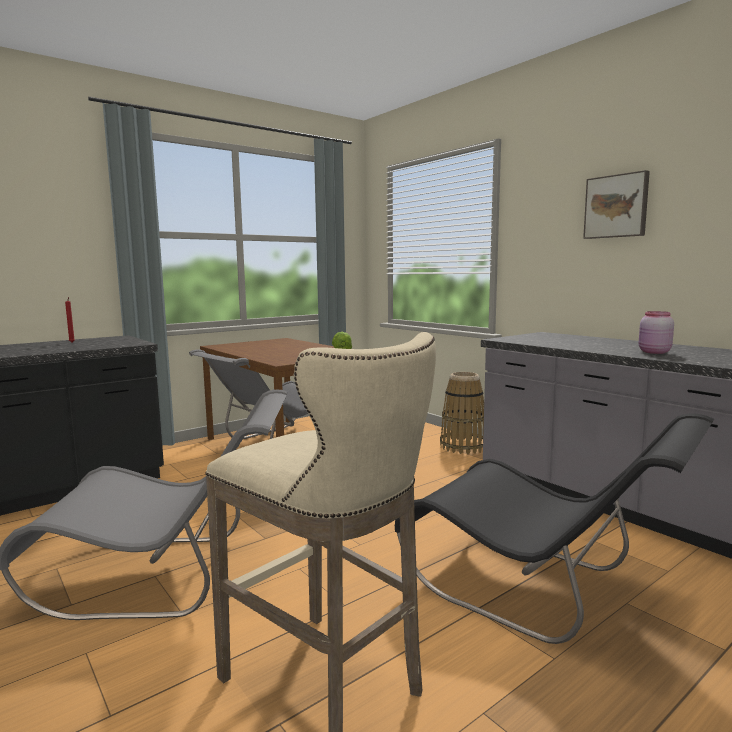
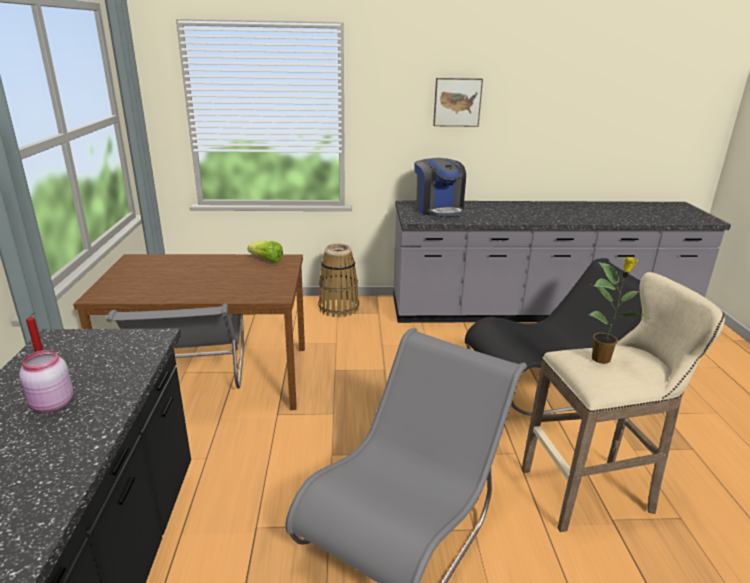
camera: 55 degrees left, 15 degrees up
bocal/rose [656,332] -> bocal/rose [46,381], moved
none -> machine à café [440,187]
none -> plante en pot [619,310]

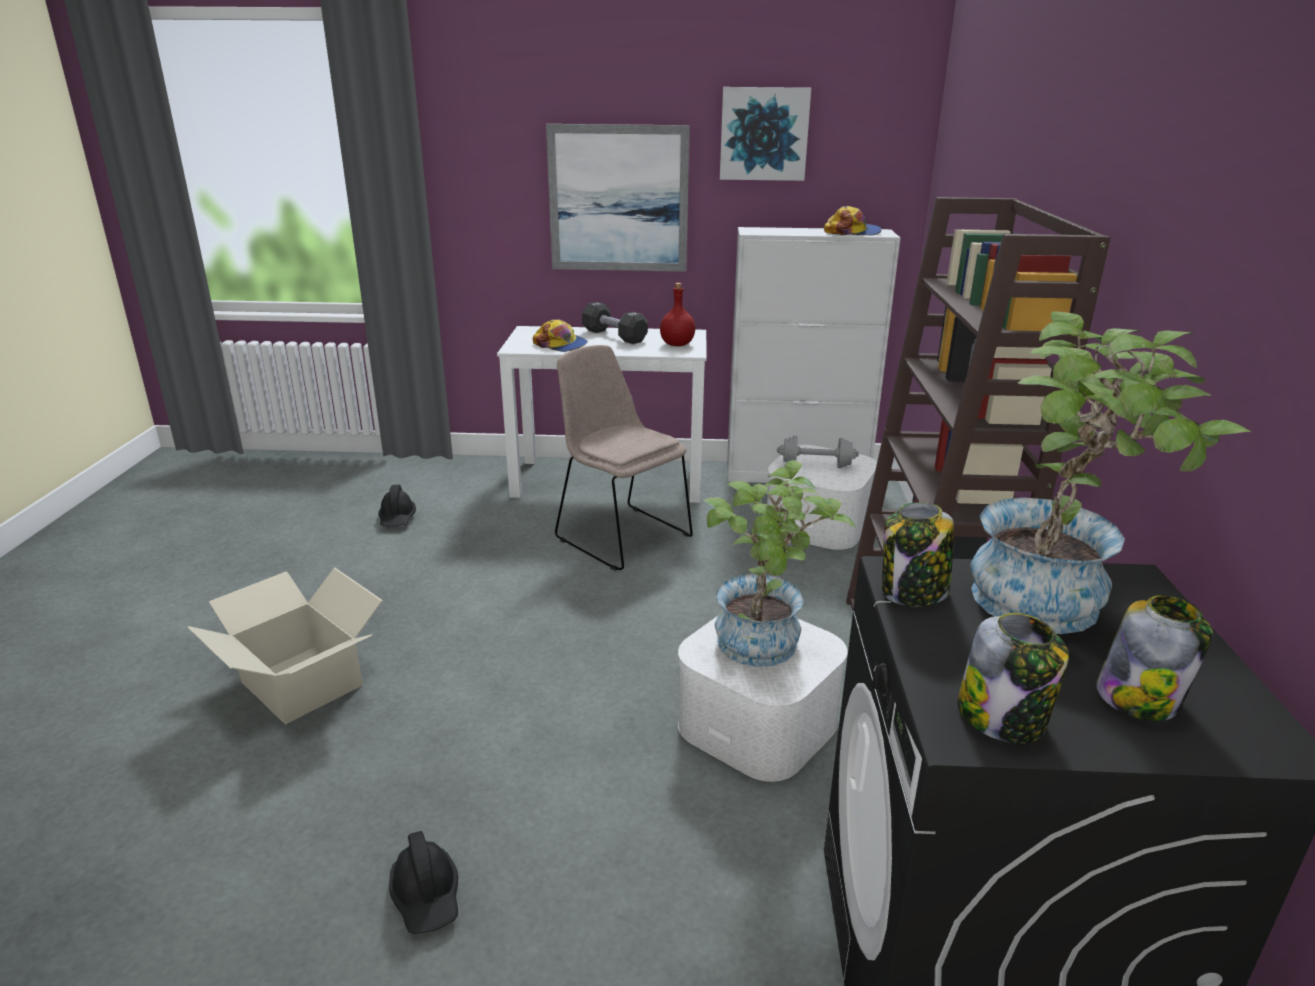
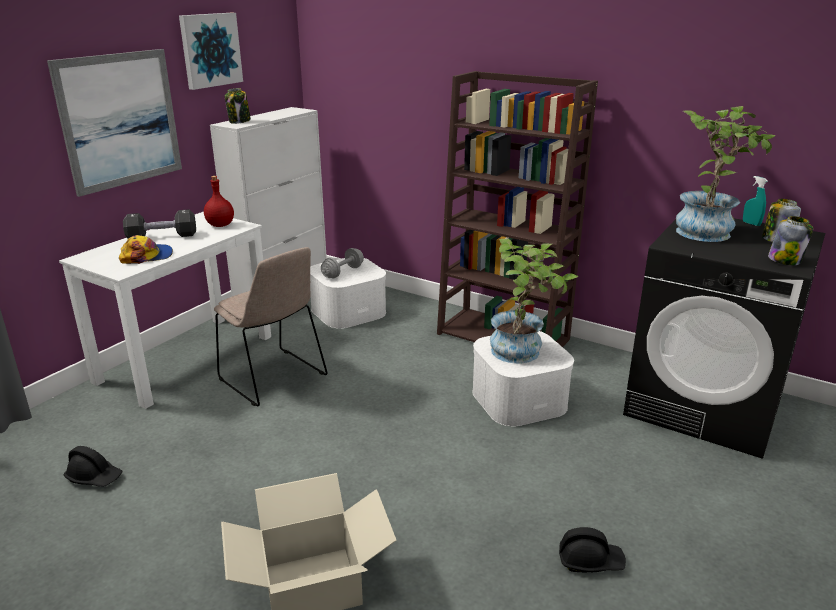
camera: 60 degrees left, 0 degrees up
casquette [852,221] -> none
chaise/beige [624,458] -> chaise/beige [271,326], 120 degrees counterclockwise
bocal [918,554] -> bocal [238,106], moved
none -> vaporisateur/turquoise [755,201]

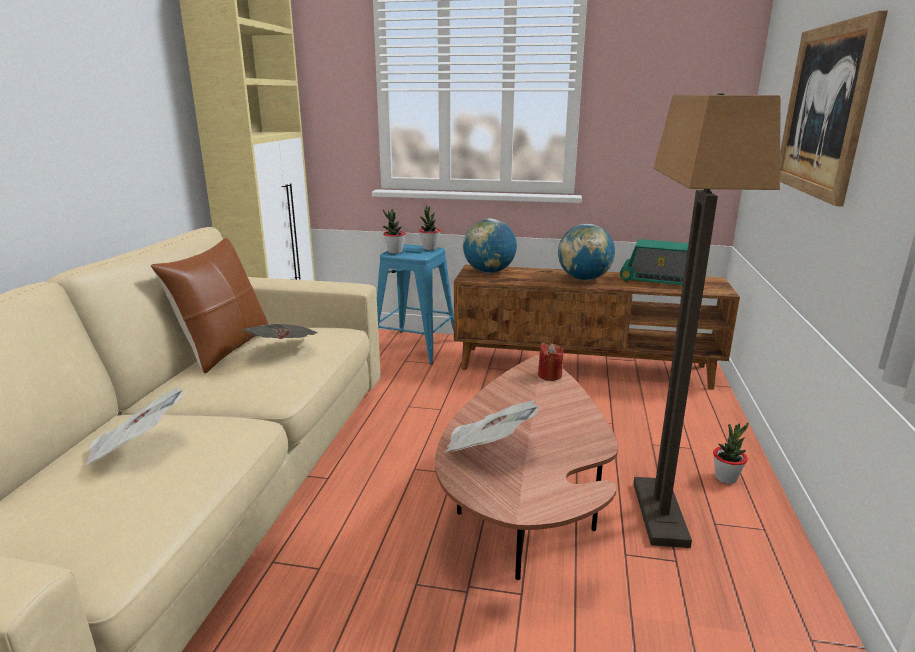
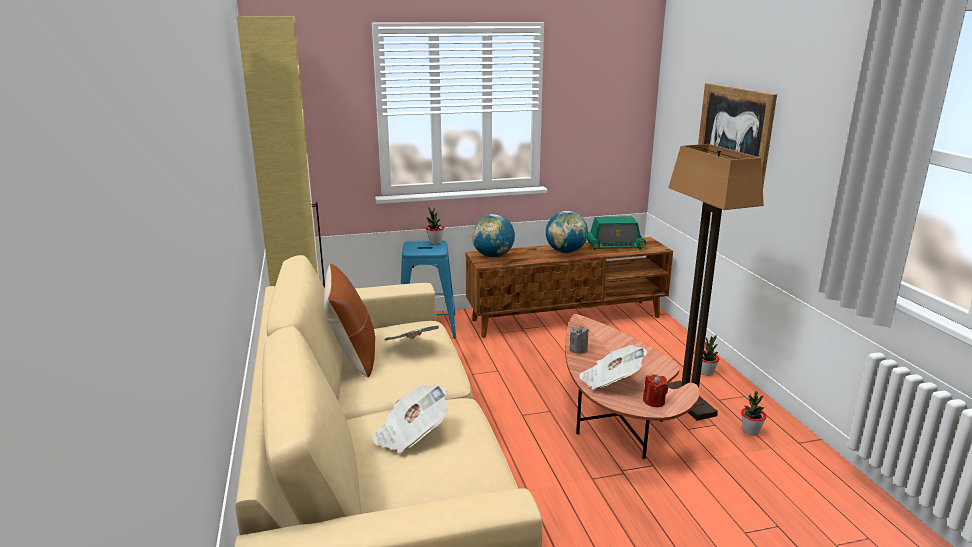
camera: 25 degrees left, 0 degrees up
plante en pot [394,231] -> plante en pot [754,413], moved
bougie/rouge [550,362] -> bougie/rouge [655,390], moved
none -> bougie/gris [579,339]

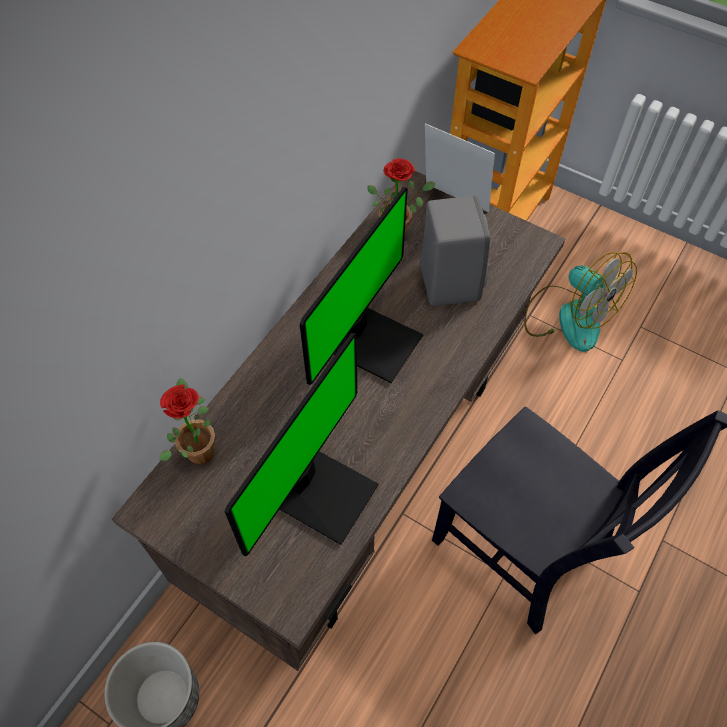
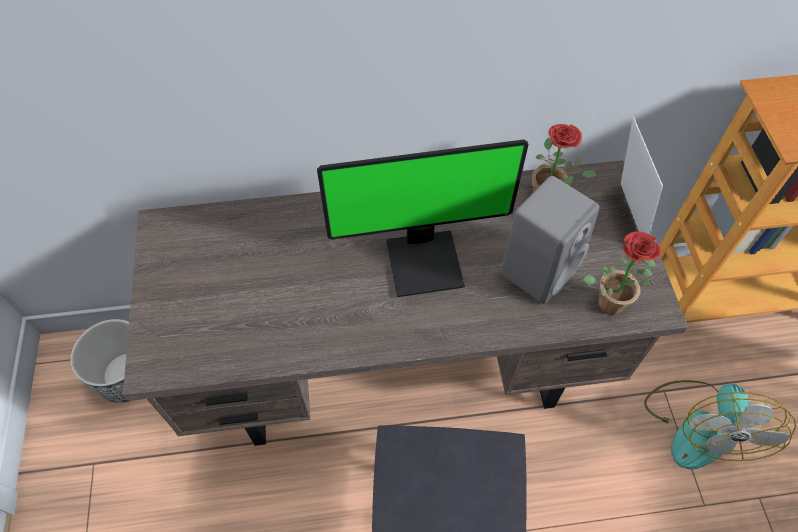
camera: 50 degrees right, 0 degrees up
écran d'ordinateur [301,445] -> none
plante en pot [187,421] -> plante en pot [622,273], moved

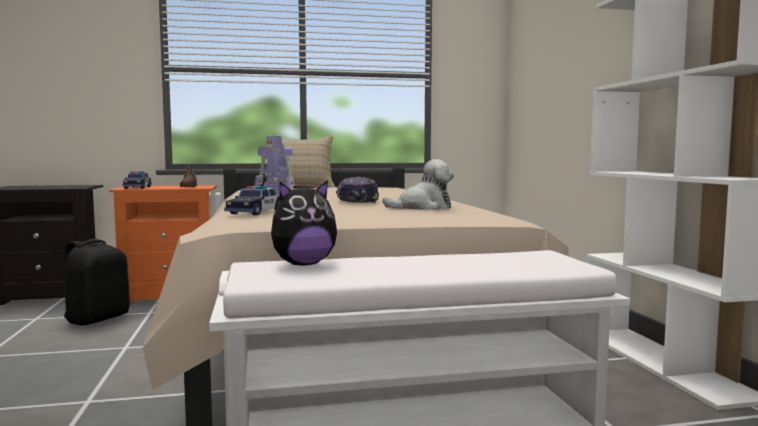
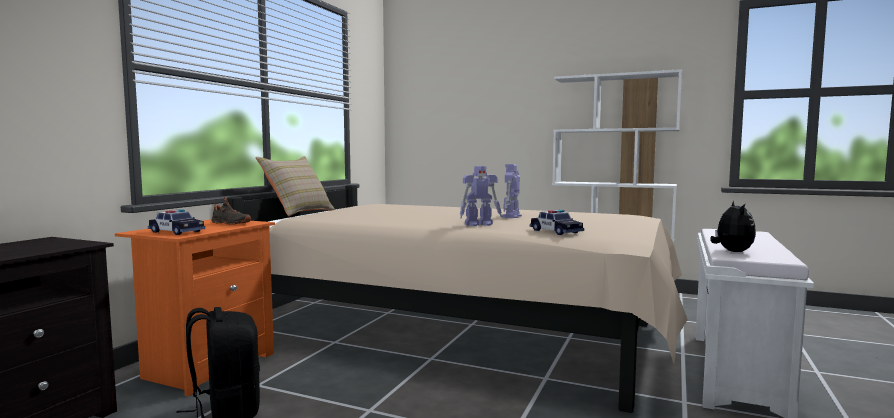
camera: 55 degrees left, 0 degrees up
peluche [418,184] -> none
casquette [357,189] -> robot jouet [511,191]

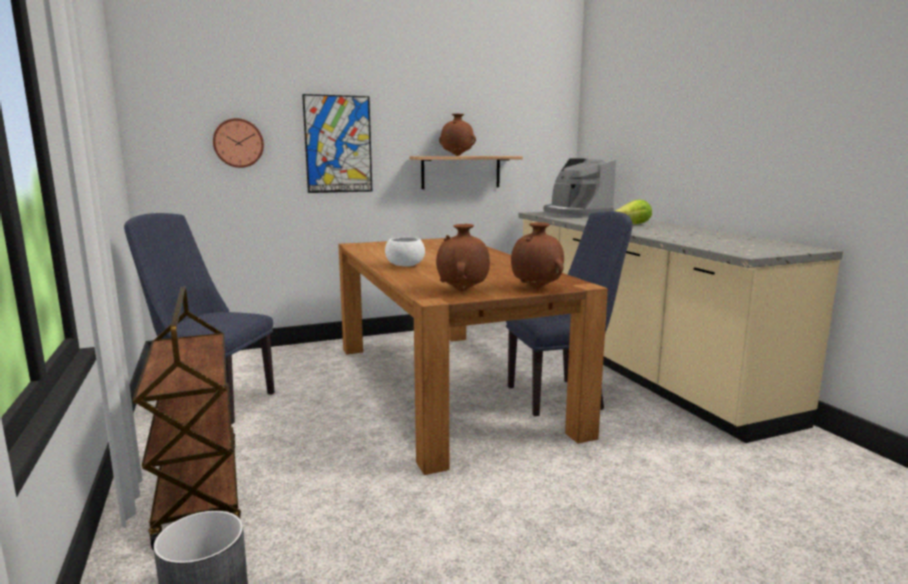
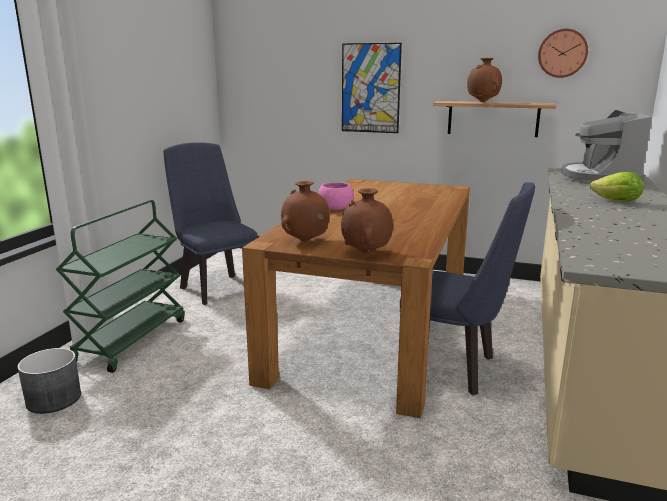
camera: 40 degrees right, 5 degrees up
horloge murale [238,143] -> horloge murale [563,53], moved
bol/blanc [405,252] -> bol/rose [336,196]
chariot/marron [187,418] -> chariot/vert [120,286]

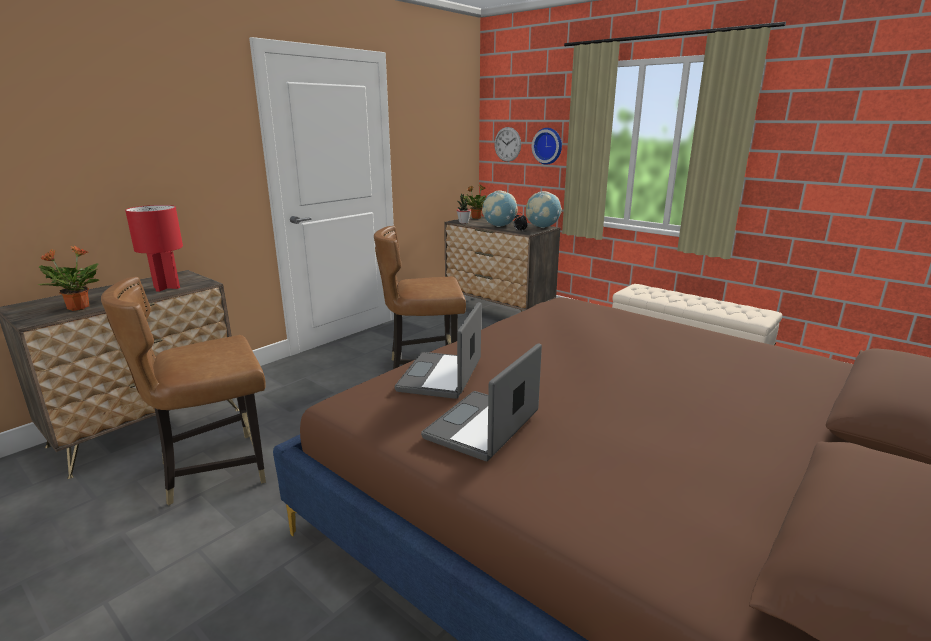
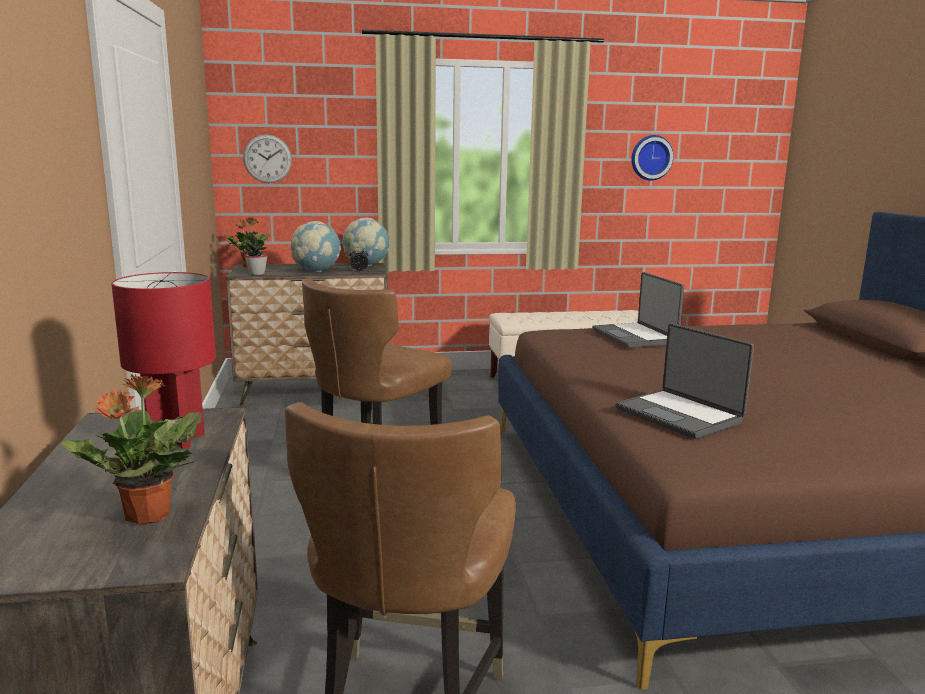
camera: 50 degrees left, 5 degrees down
horloge murale [547,146] -> horloge murale [652,158], moved
ordinateur portable [481,402] -> ordinateur portable [638,310], moved

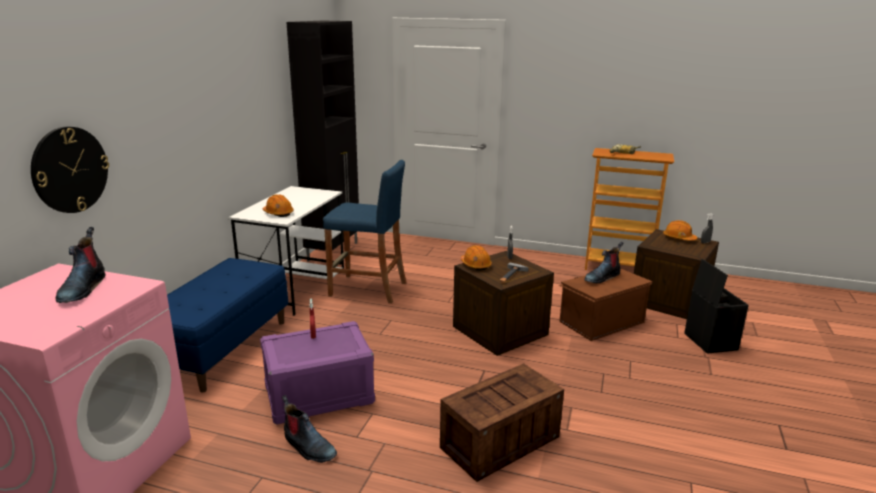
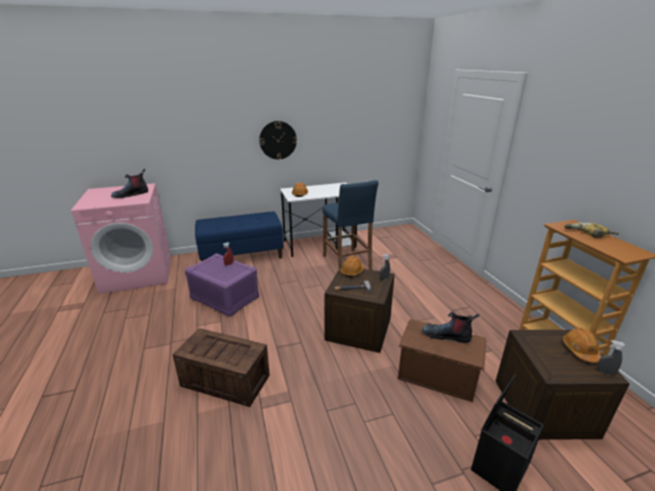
camera: 55 degrees right, 5 degrees up
meuble de rangement/noir [322,141] -> none
horloge murale [70,170] -> horloge murale [278,140], moved
botte [309,429] -> none

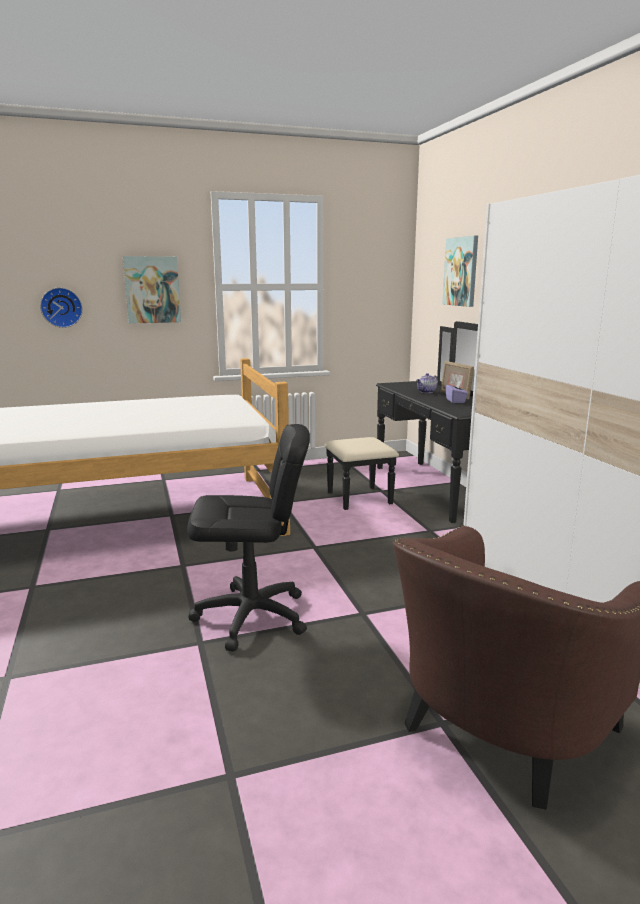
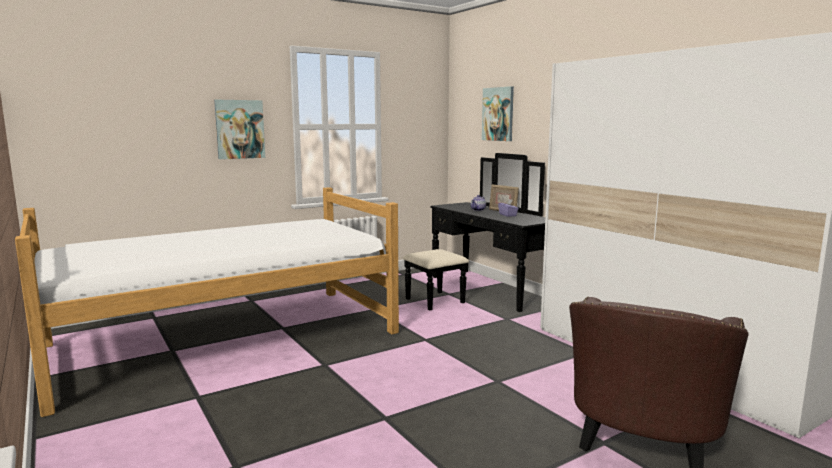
camera: 15 degrees left, 5 degrees down
horloge murale [61,308] -> none
chaise de bureau/noir [248,538] -> none

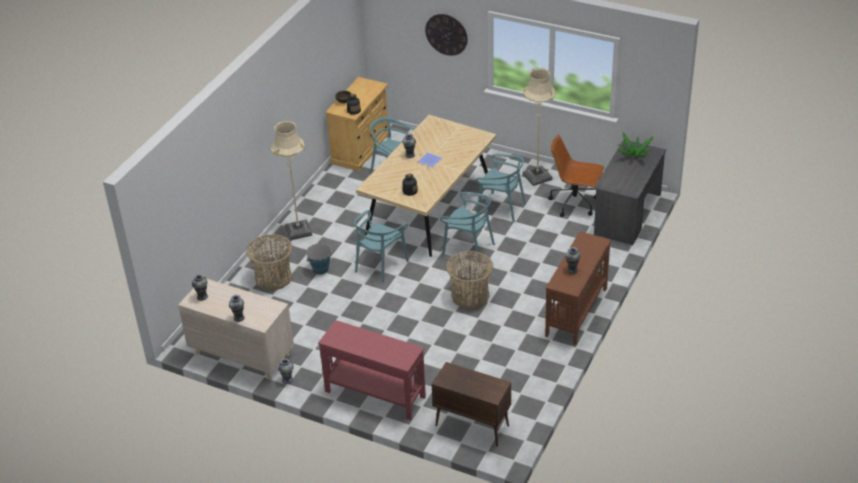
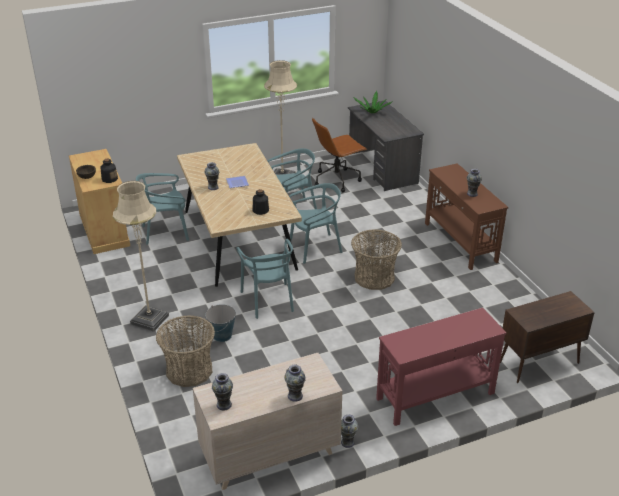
camera: 50 degrees left, 5 degrees down
horloge murale [446,35] -> none

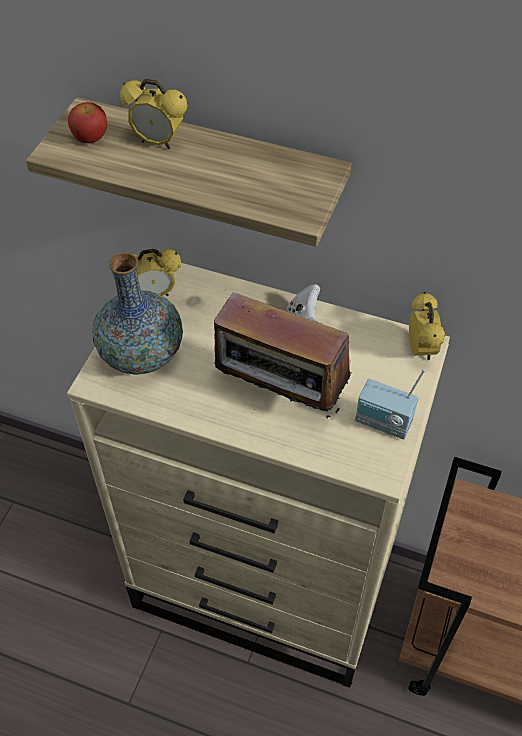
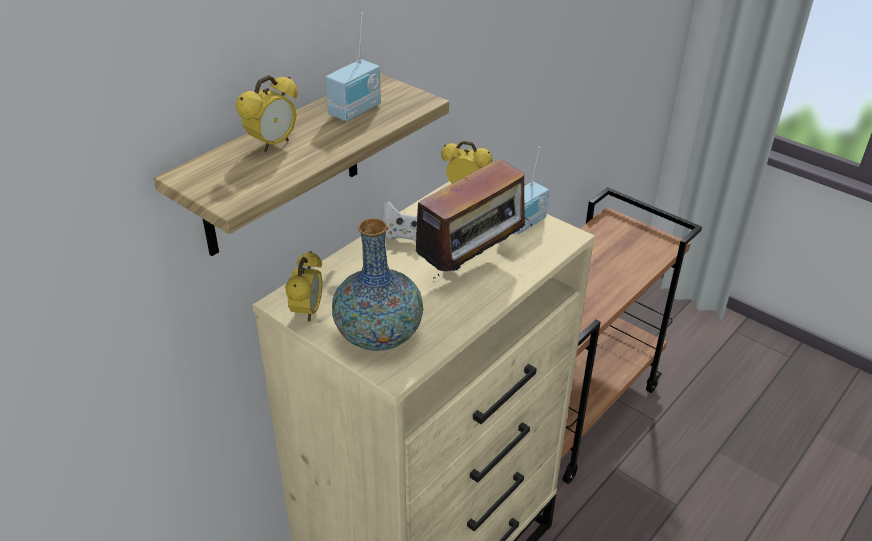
camera: 70 degrees left, 15 degrees down
pomme [87,122] -> none
none -> radio [353,67]

